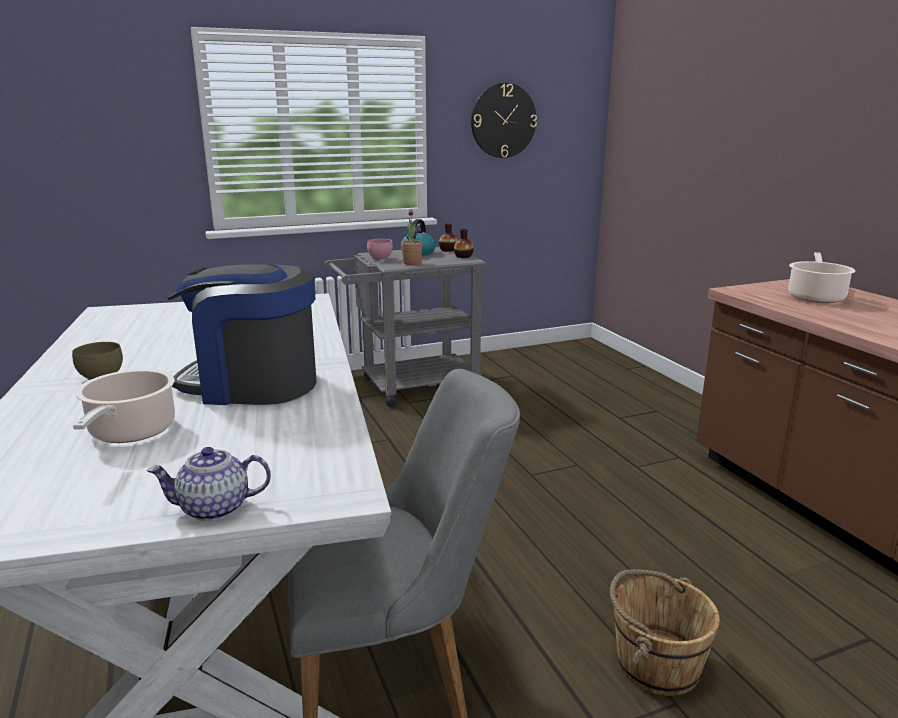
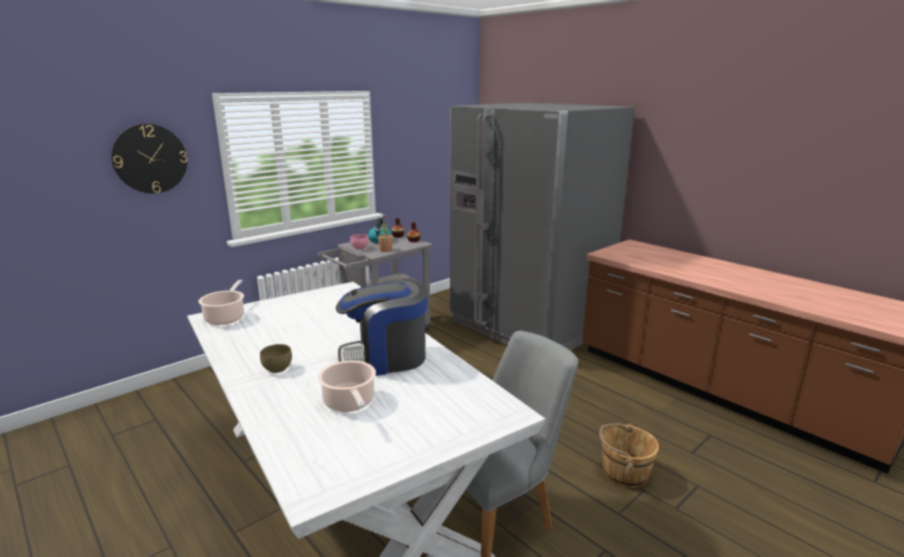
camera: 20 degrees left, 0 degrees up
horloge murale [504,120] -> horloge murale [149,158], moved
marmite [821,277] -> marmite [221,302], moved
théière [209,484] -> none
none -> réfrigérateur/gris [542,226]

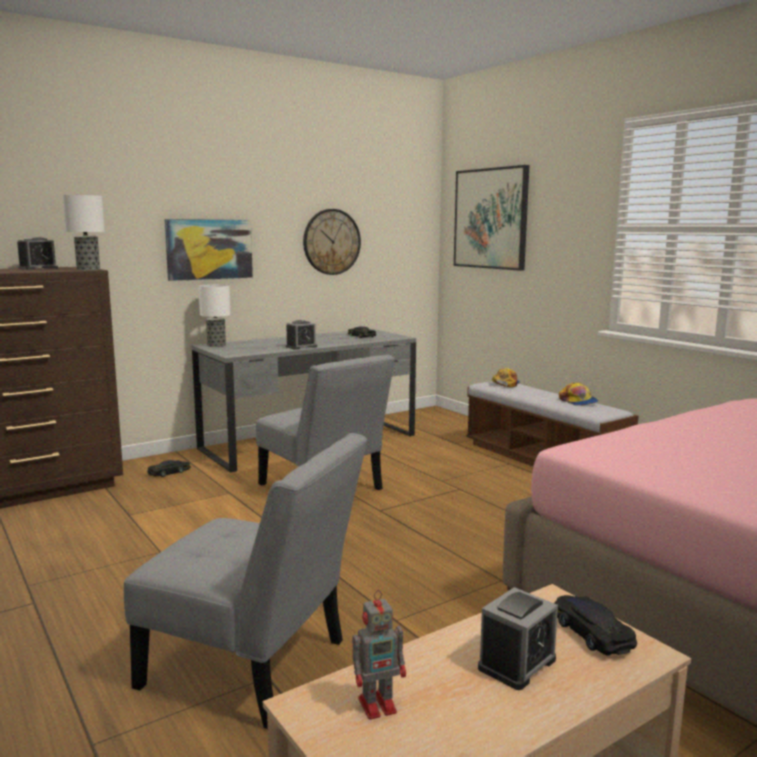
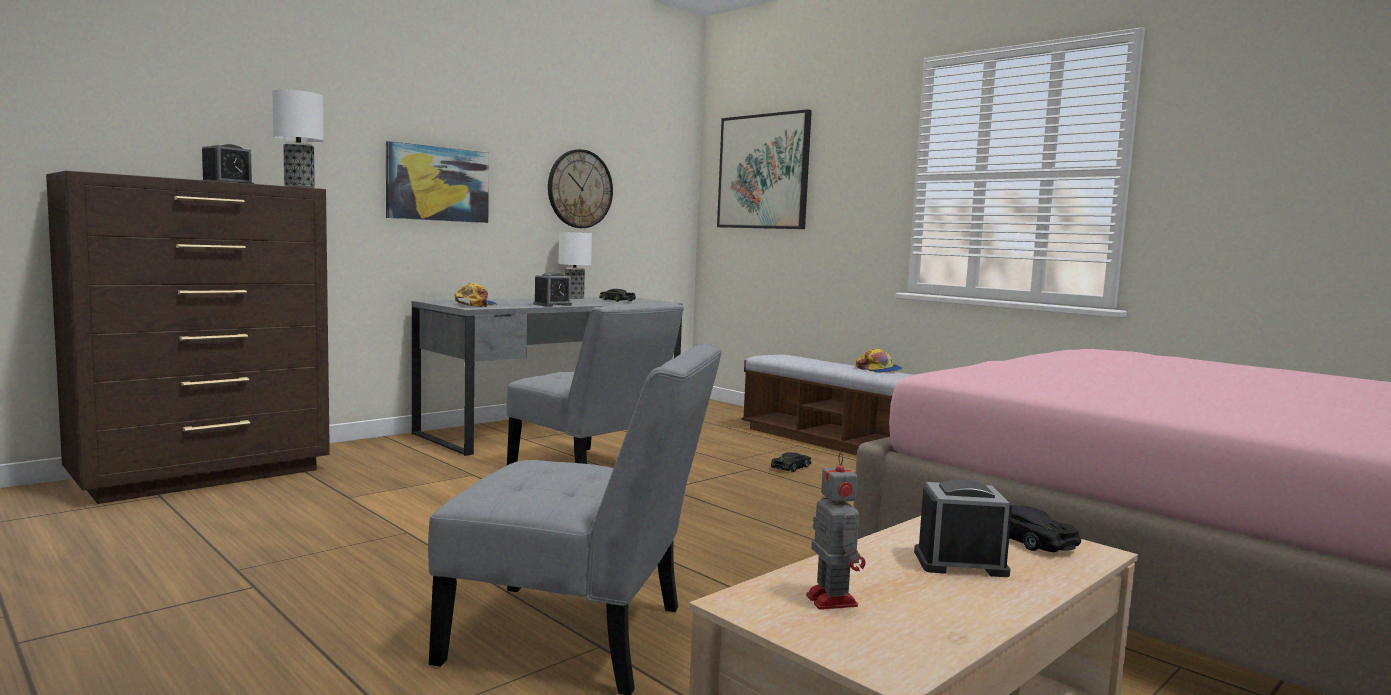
camera: 10 degrees left, 5 degrees down
lampe de table [214,315] -> lampe de table [575,265], moved
casquette [506,377] -> casquette [476,295], moved
petite voiture/noir [169,468] -> petite voiture/noir [791,462], moved
réveil [518,638] -> réveil [963,528], 120 degrees counterclockwise
robot jouet [379,655] -> robot jouet [836,531], 75 degrees counterclockwise

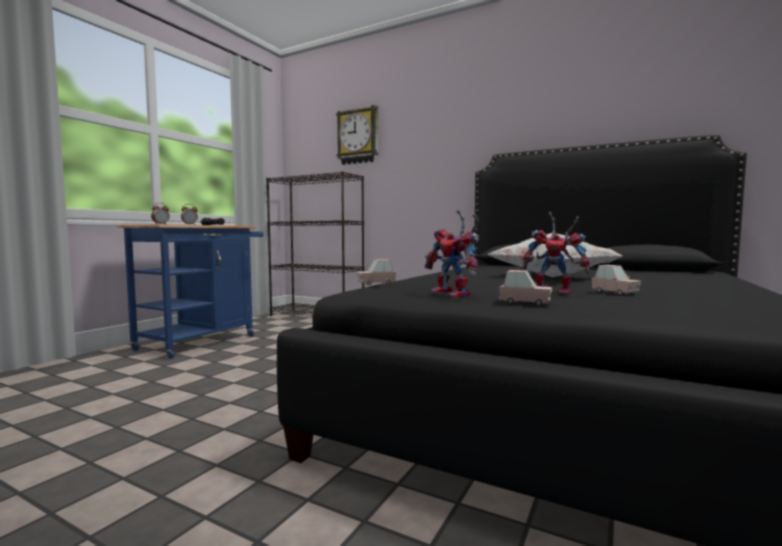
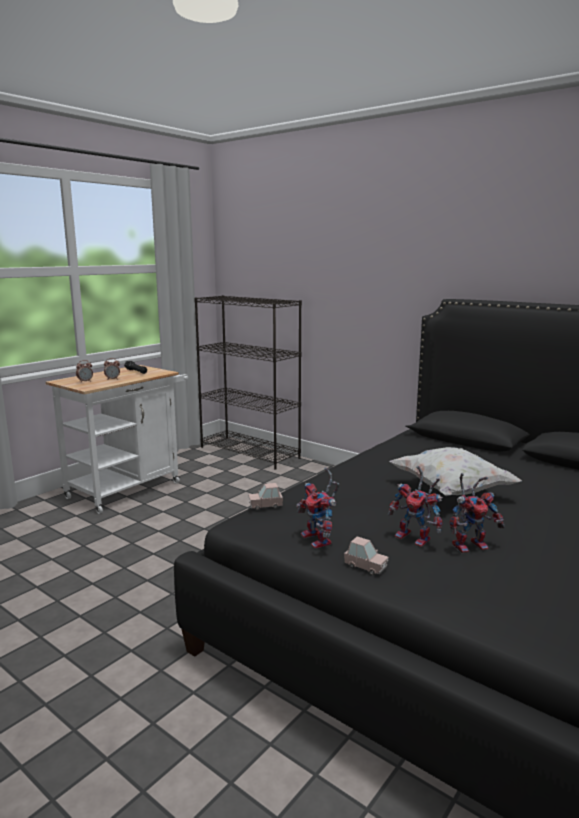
camera: 10 degrees right, 10 degrees up
horloge murale [357,135] -> none
chariot/bleu [190,291] -> chariot/blanc [117,439]
petite voiture/rose [616,280] -> robot jouet [477,513]

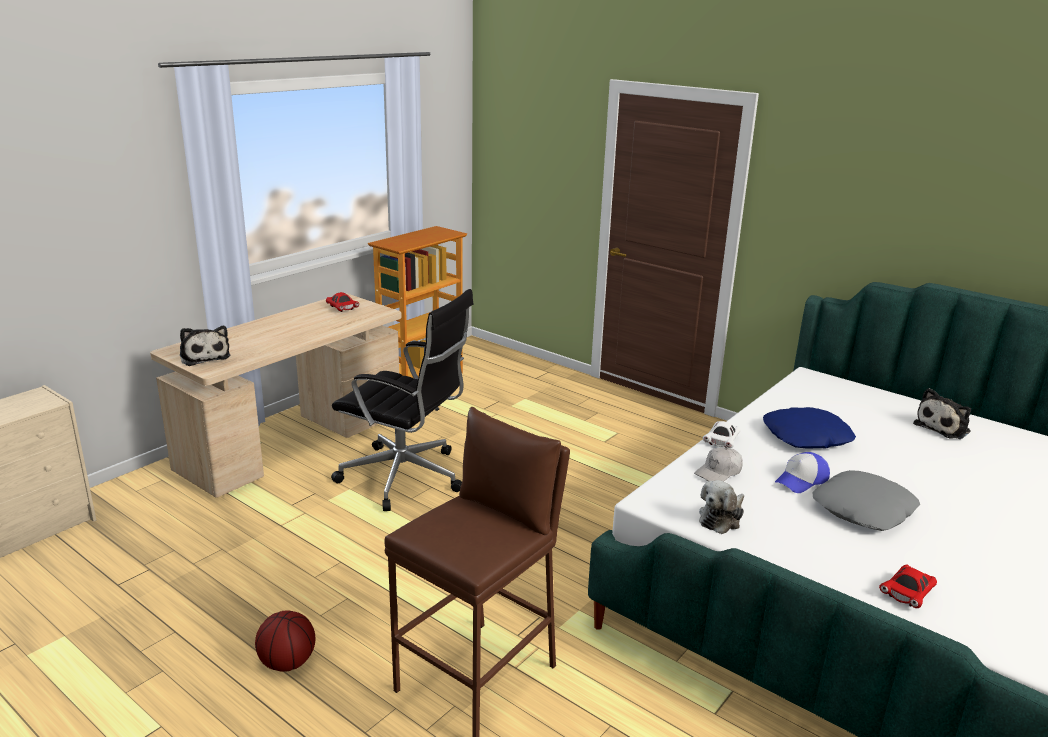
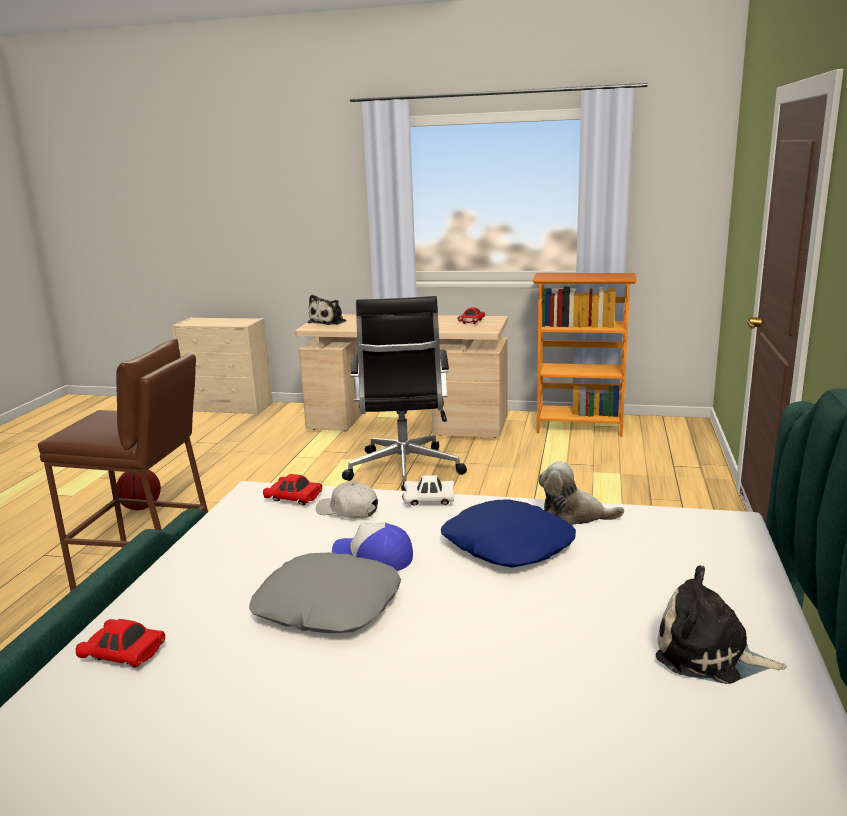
camera: 65 degrees right, 5 degrees down
peluche [721,507] -> peluche [581,493], moved
none -> petite voiture/rouge [292,489]

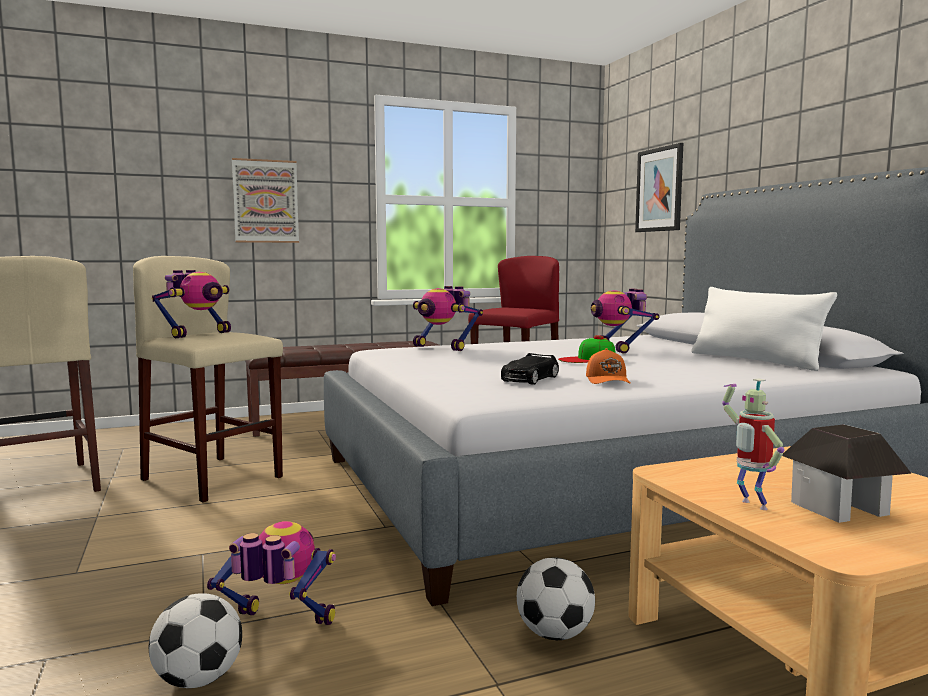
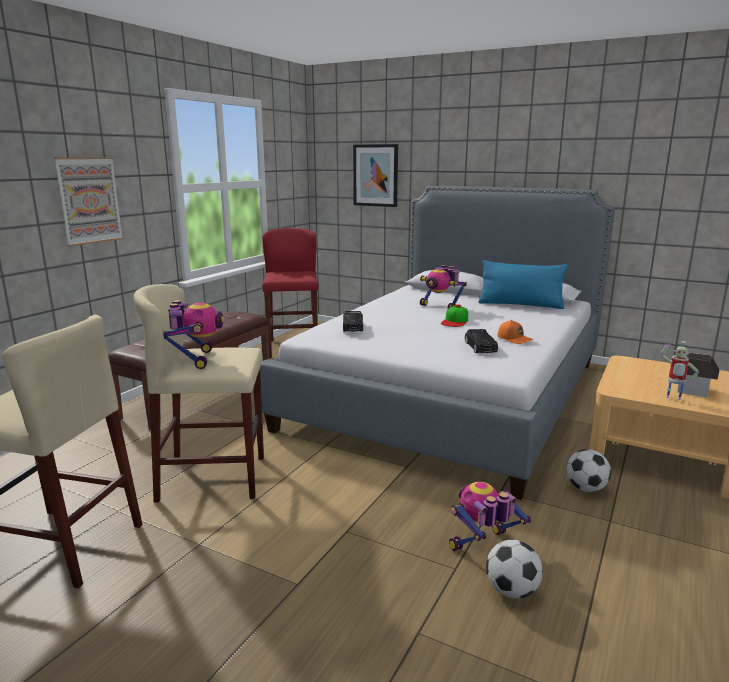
camera: 40 degrees left, 10 degrees up
robot jouet [448,318] -> petite voiture/noir [353,321]
coussin/blanc [764,329] -> coussin/bleu [523,284]

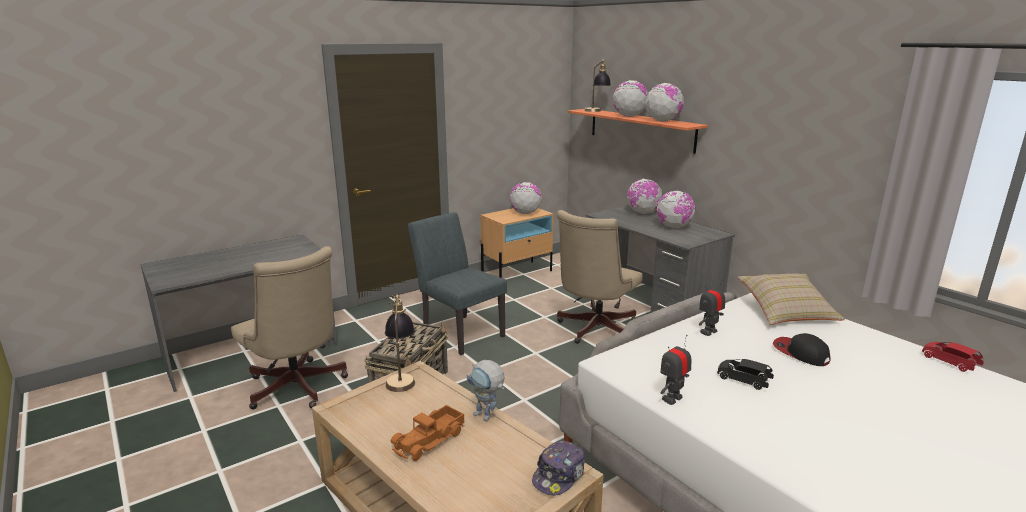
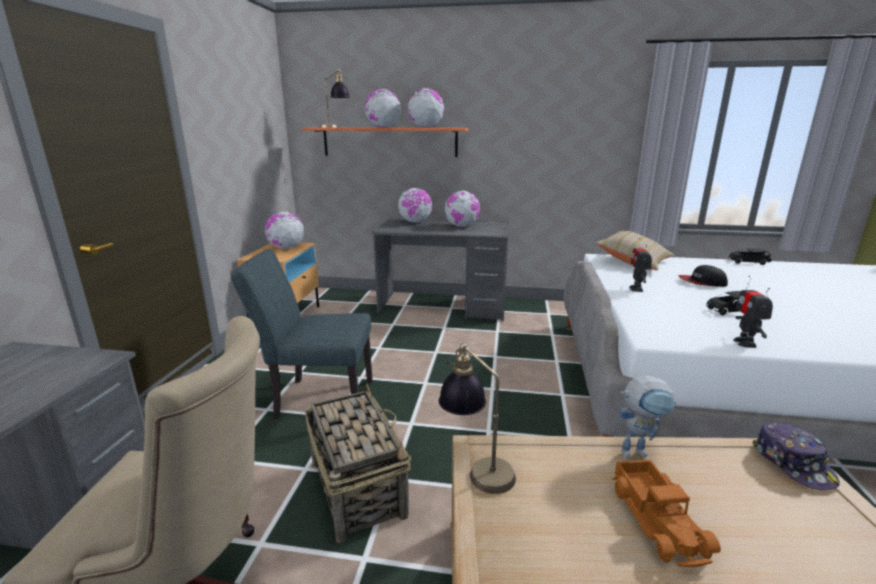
camera: 45 degrees left, 0 degrees up
chaise de bureau/beige [599,277] -> none
petite voiture/rouge [953,357] -> petite voiture/noir [750,256]

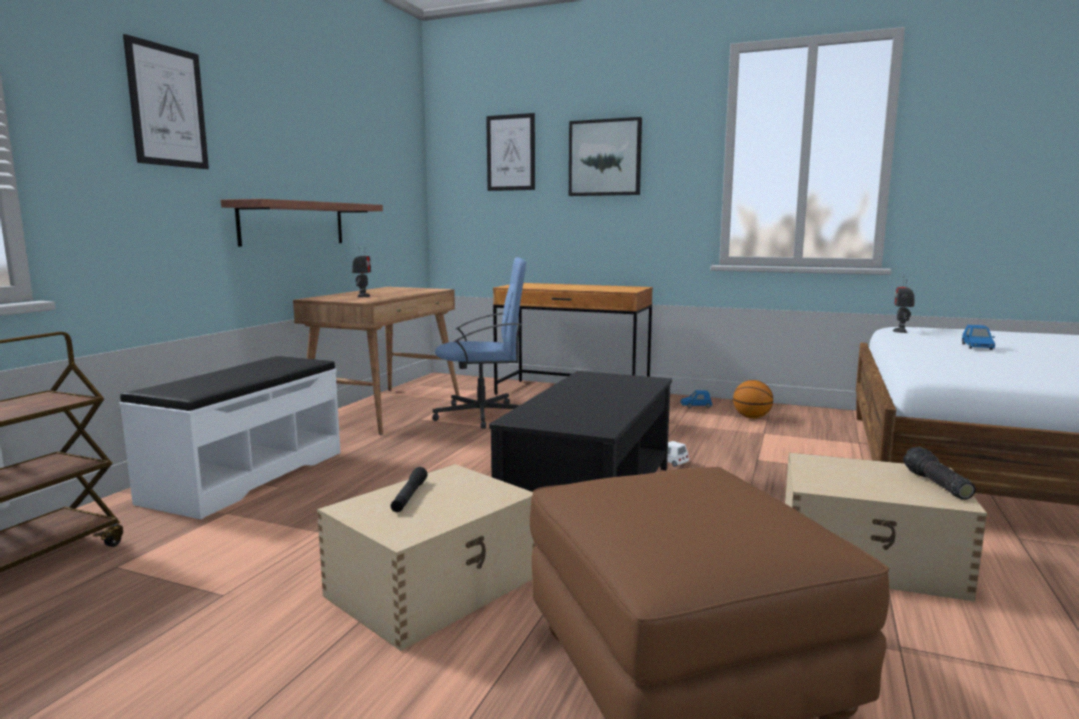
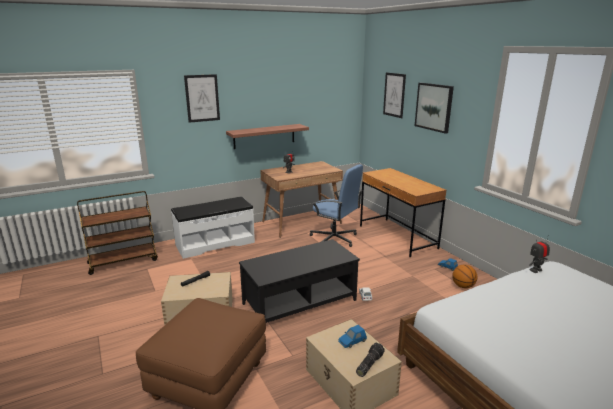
camera: 40 degrees right, 10 degrees up
petite voiture/bleu [978,337] -> petite voiture/bleu [352,336], moved

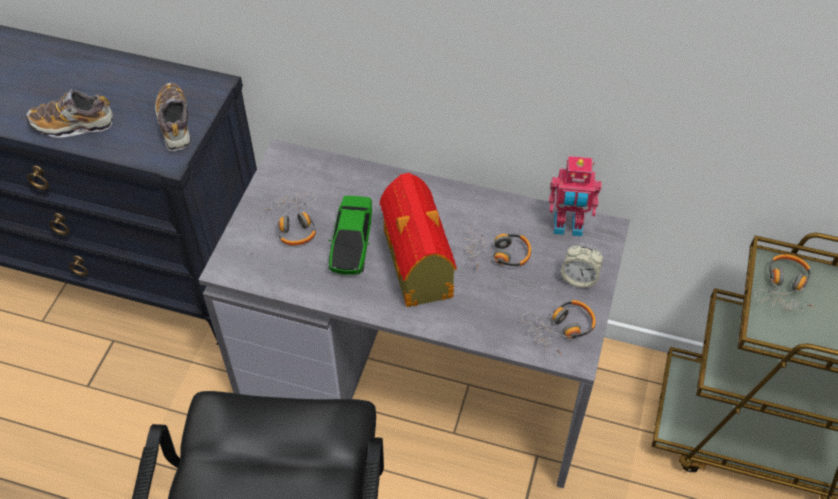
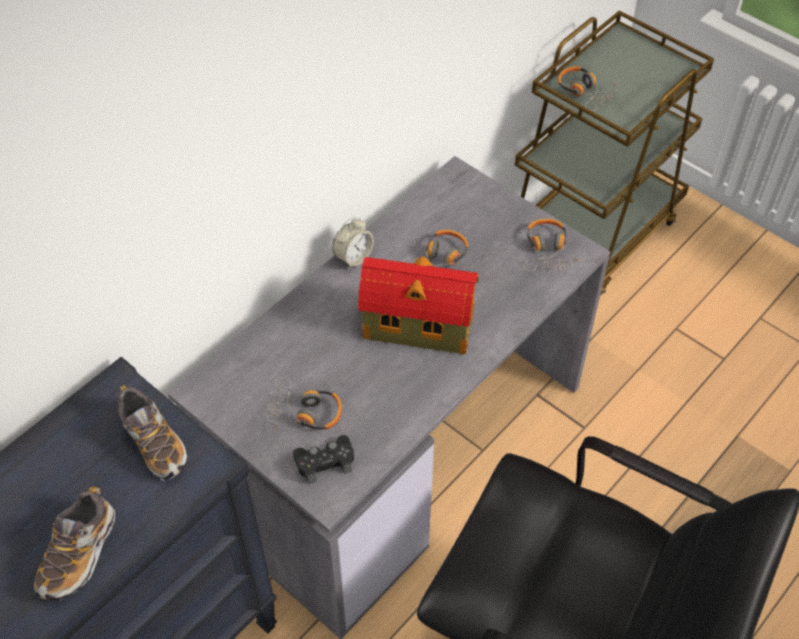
camera: 65 degrees left, 0 degrees up
chaussure [173,117] -> chaussure [152,433], 135 degrees counterclockwise
robot jouet [575,196] -> none
petite voiture [350,235] -> none
réveil [582,266] -> réveil [353,243], moved
none -> manette/noir [323,459]

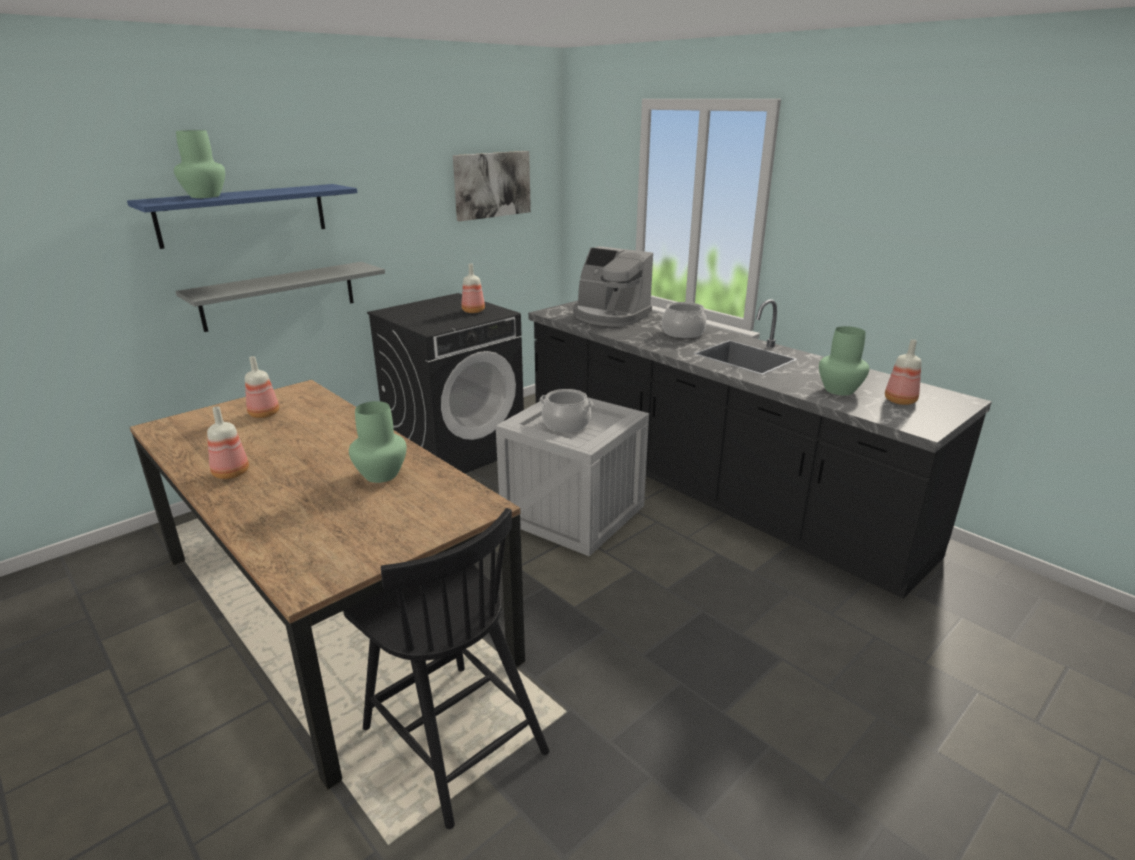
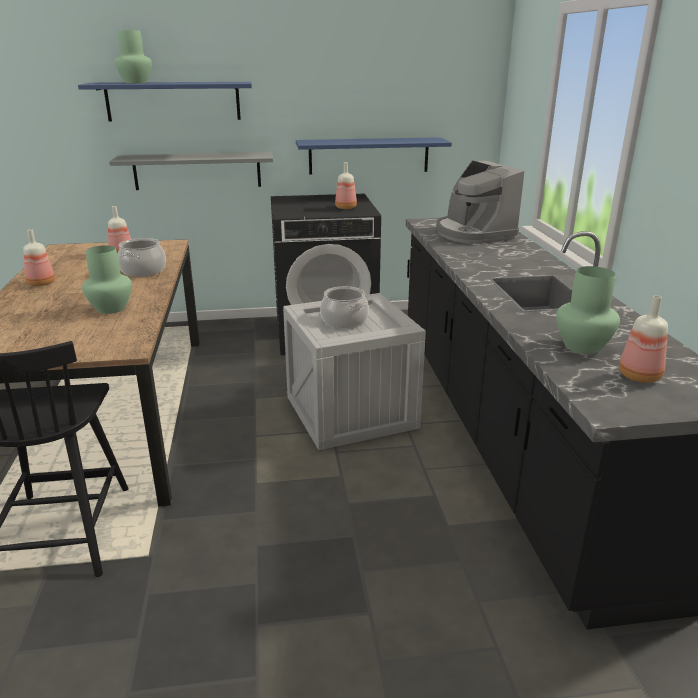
camera: 35 degrees right, 0 degrees up
tableau [492,186] -> none
marmite [684,320] -> marmite [141,257], moved
none -> étagère/bleu [374,156]

